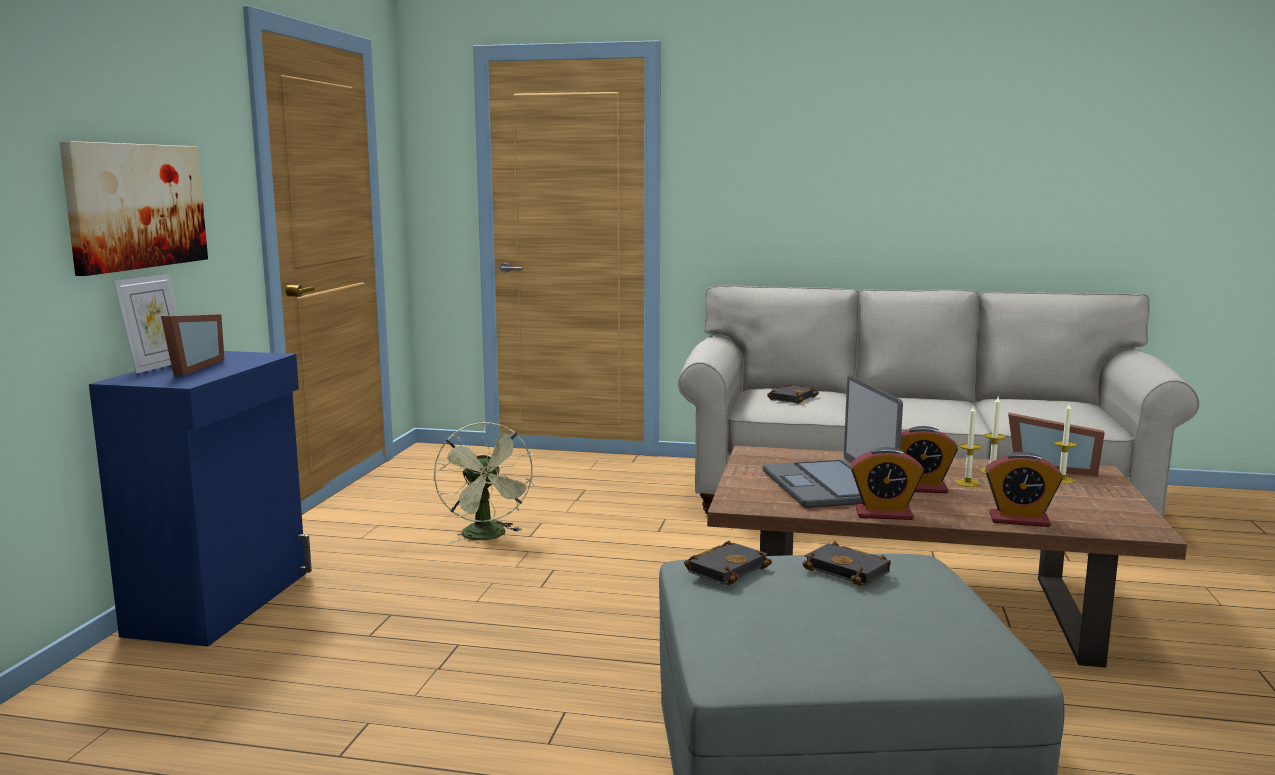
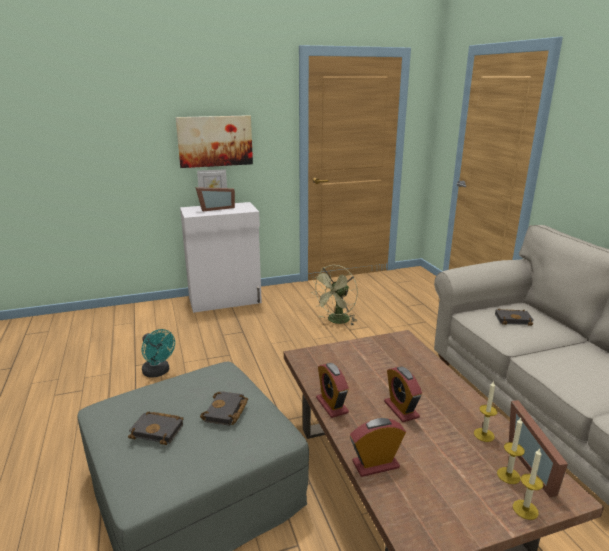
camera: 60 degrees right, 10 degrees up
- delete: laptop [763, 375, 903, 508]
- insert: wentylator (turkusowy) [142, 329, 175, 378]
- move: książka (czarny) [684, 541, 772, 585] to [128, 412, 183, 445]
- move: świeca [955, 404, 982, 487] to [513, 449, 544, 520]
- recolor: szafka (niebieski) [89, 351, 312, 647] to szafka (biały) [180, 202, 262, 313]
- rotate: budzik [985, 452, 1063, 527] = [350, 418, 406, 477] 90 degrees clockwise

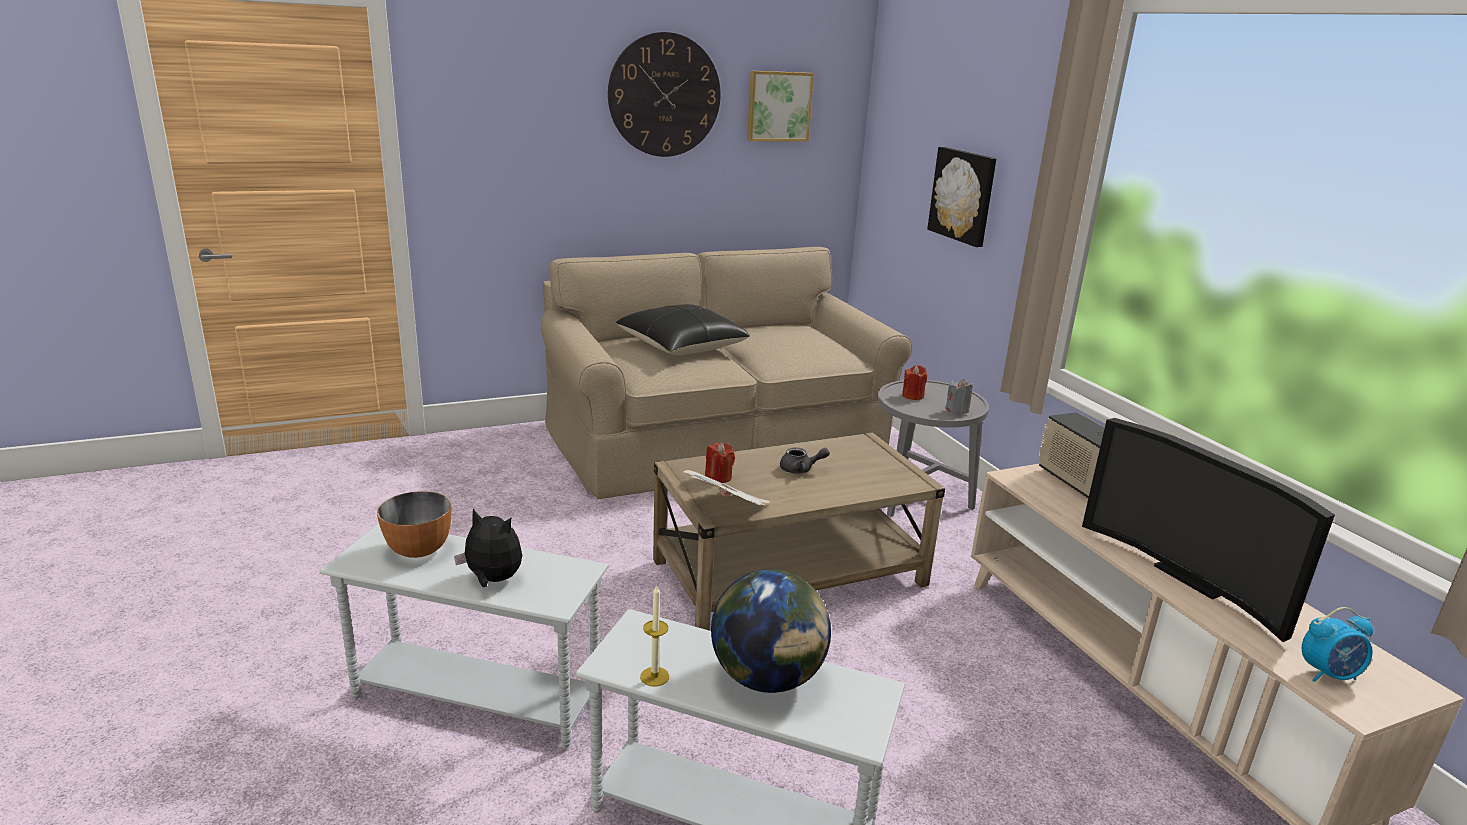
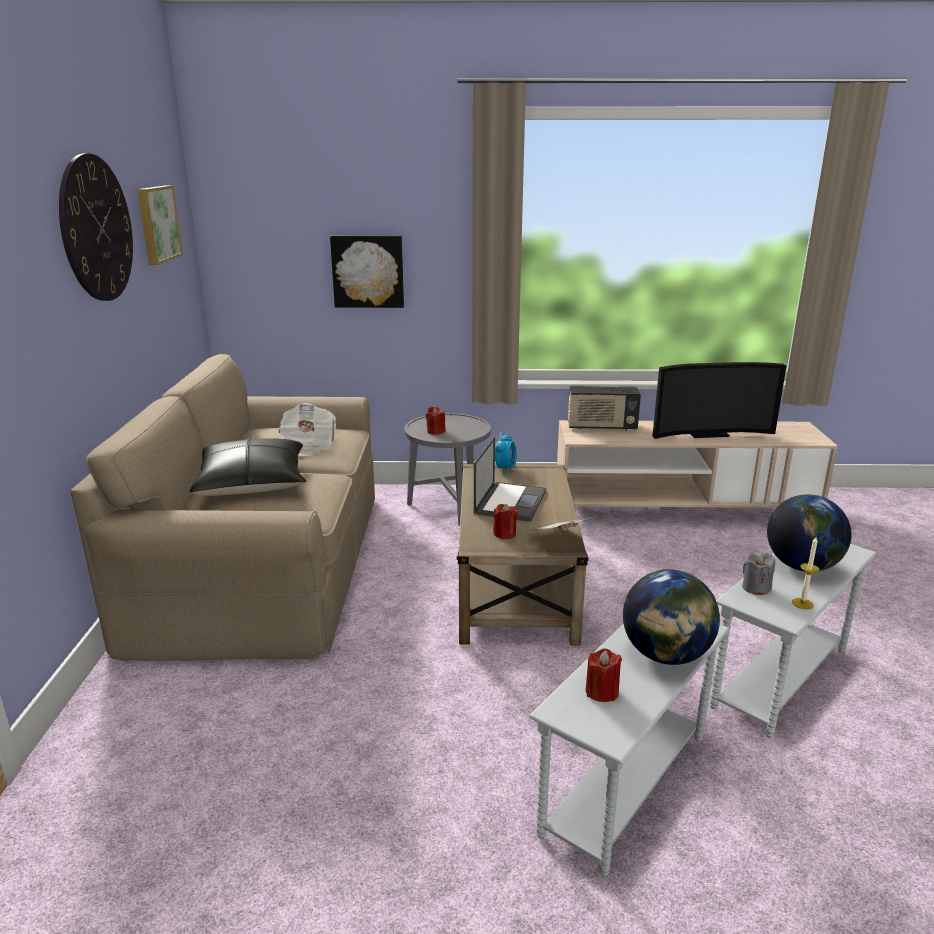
camera: 65 degrees left, 0 degrees up
- insert: gazeta [279, 403, 336, 456]
- move: świeca (szary) [945, 379, 973, 414] to [742, 553, 775, 595]
- move: budzik [1301, 607, 1373, 682] to [495, 433, 517, 474]
- replace: miska [377, 491, 452, 558] to świeca (czerwony) [586, 648, 622, 702]
- replace: pluszak [454, 509, 522, 587] to globus [623, 569, 720, 665]
- replace: imbryk (szary) [780, 447, 830, 474] to laptop [474, 437, 546, 522]

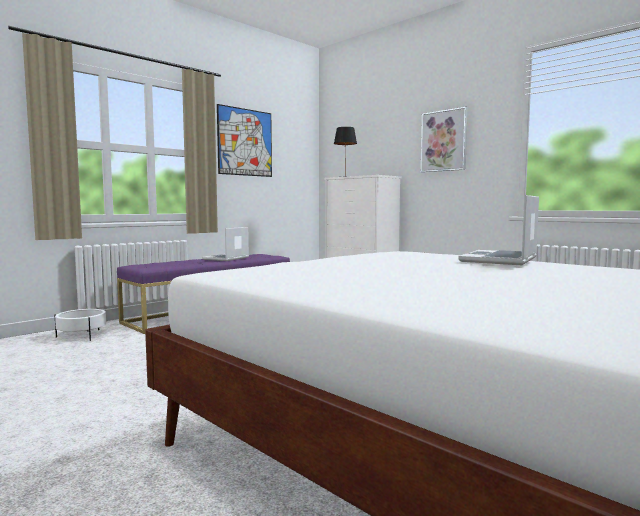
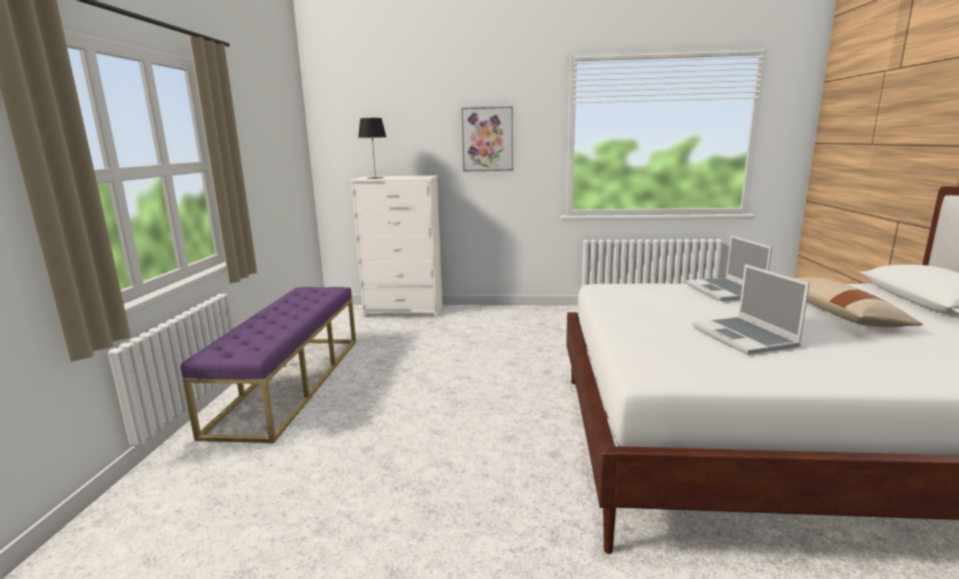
camera: 40 degrees left, 10 degrees up
- delete: donica (biały) [55, 309, 106, 341]
- delete: obraz [217, 104, 272, 177]
- insert: poduszka (beżowy) [794, 277, 923, 327]
- move: laptop [202, 227, 249, 261] to [692, 264, 810, 355]

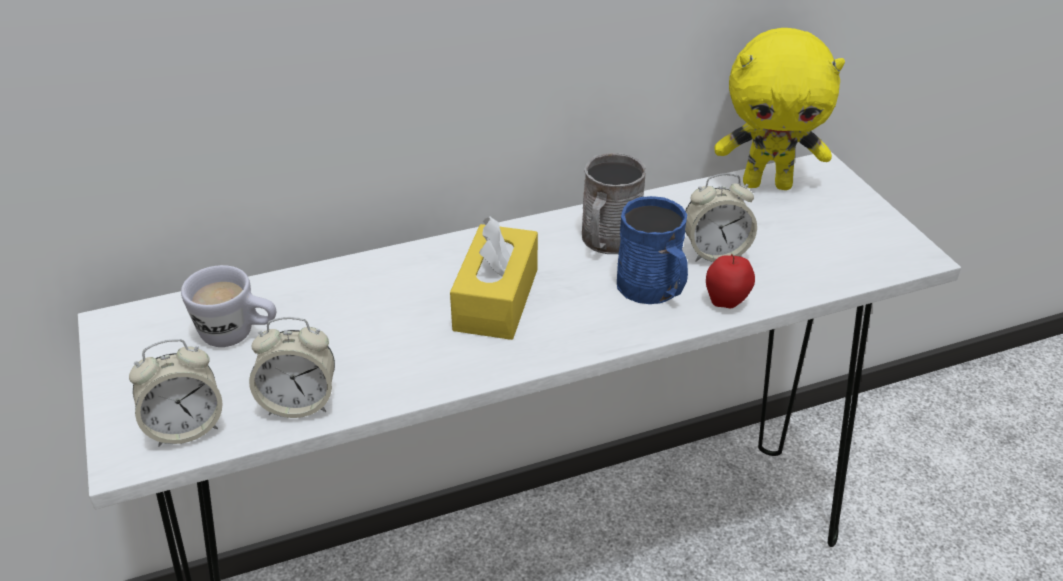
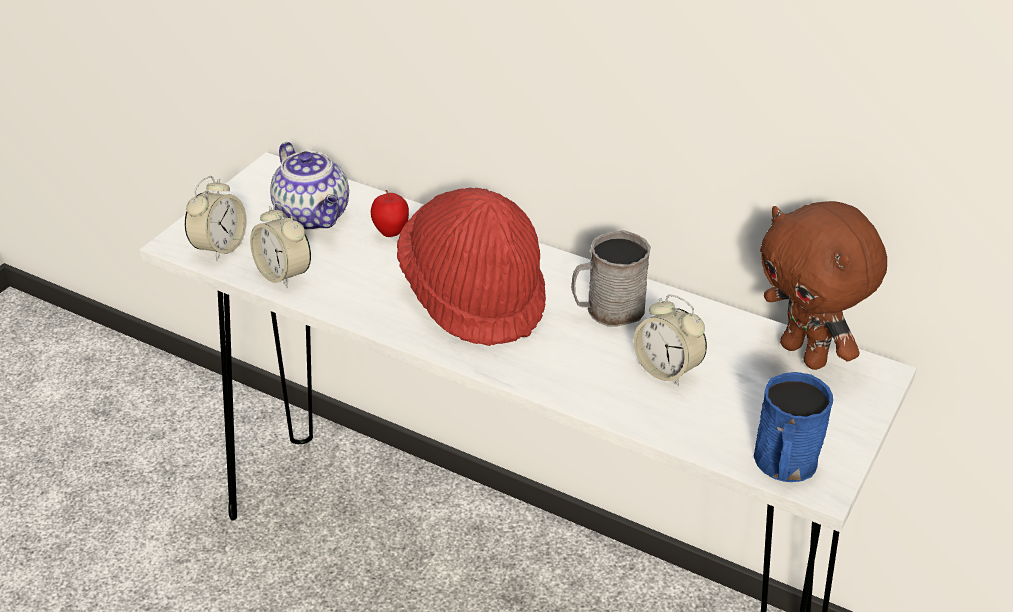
camera: 50 degrees right, 0 degrees up
- move: kubek (niebieski) [617, 196, 688, 304] to [754, 372, 833, 482]
- move: jabłko [706, 254, 755, 308] to [371, 190, 409, 237]
- replace: kubek (biały) [181, 265, 276, 347] to imbryk [270, 142, 349, 230]
- replace: pudełko chusteczek (żółty) [450, 216, 538, 340] to kapelusz (czerwony) [397, 188, 546, 346]
- recolor: pluszak (żółty) [715, 28, 845, 190] to pluszak (brązowy) [760, 201, 887, 370]
- rotate: budzik [129, 339, 223, 447] = [185, 176, 247, 261] 90 degrees counterclockwise

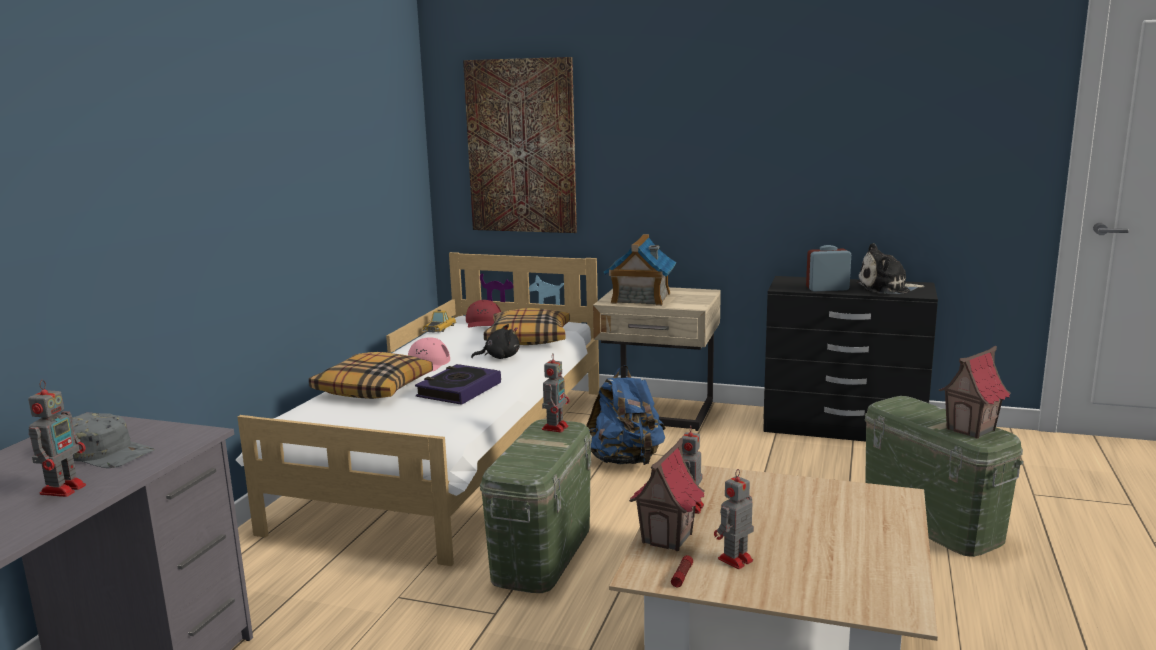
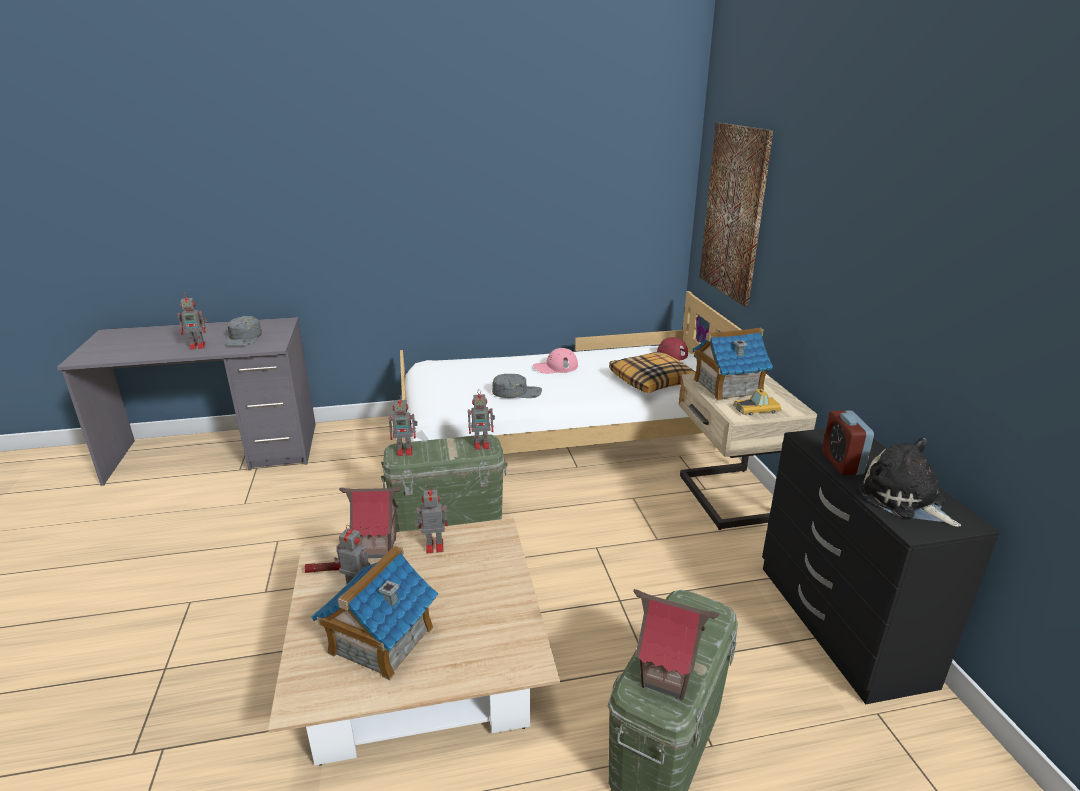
camera: 60 degrees right, 10 degrees up
- delete: poduszka [309, 352, 433, 399]
- delete: pluszak (czarny) [471, 324, 520, 359]
- delete: plecak (niebieski) [586, 365, 665, 465]
- insert: domek [311, 545, 438, 680]
- insert: robot zabawkowy [388, 395, 418, 456]
- move: samochodzik [422, 310, 457, 332] to [733, 389, 782, 416]
- replace: książka [415, 364, 501, 405] to czapka z daszkiem (szary) [492, 374, 542, 398]
- rotate: budzik [806, 245, 851, 292] = [822, 411, 874, 475] 150 degrees counterclockwise

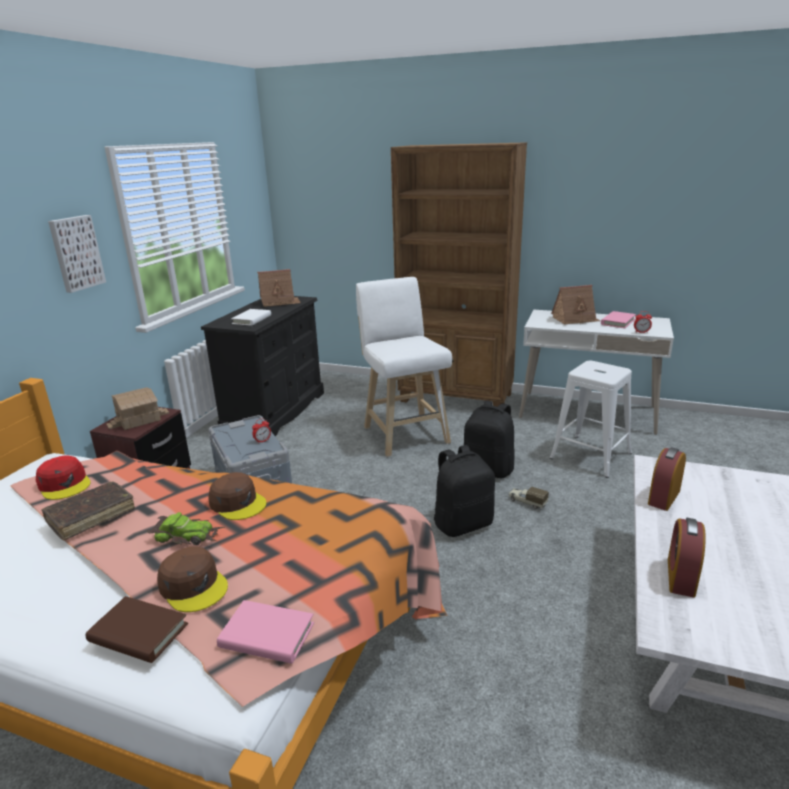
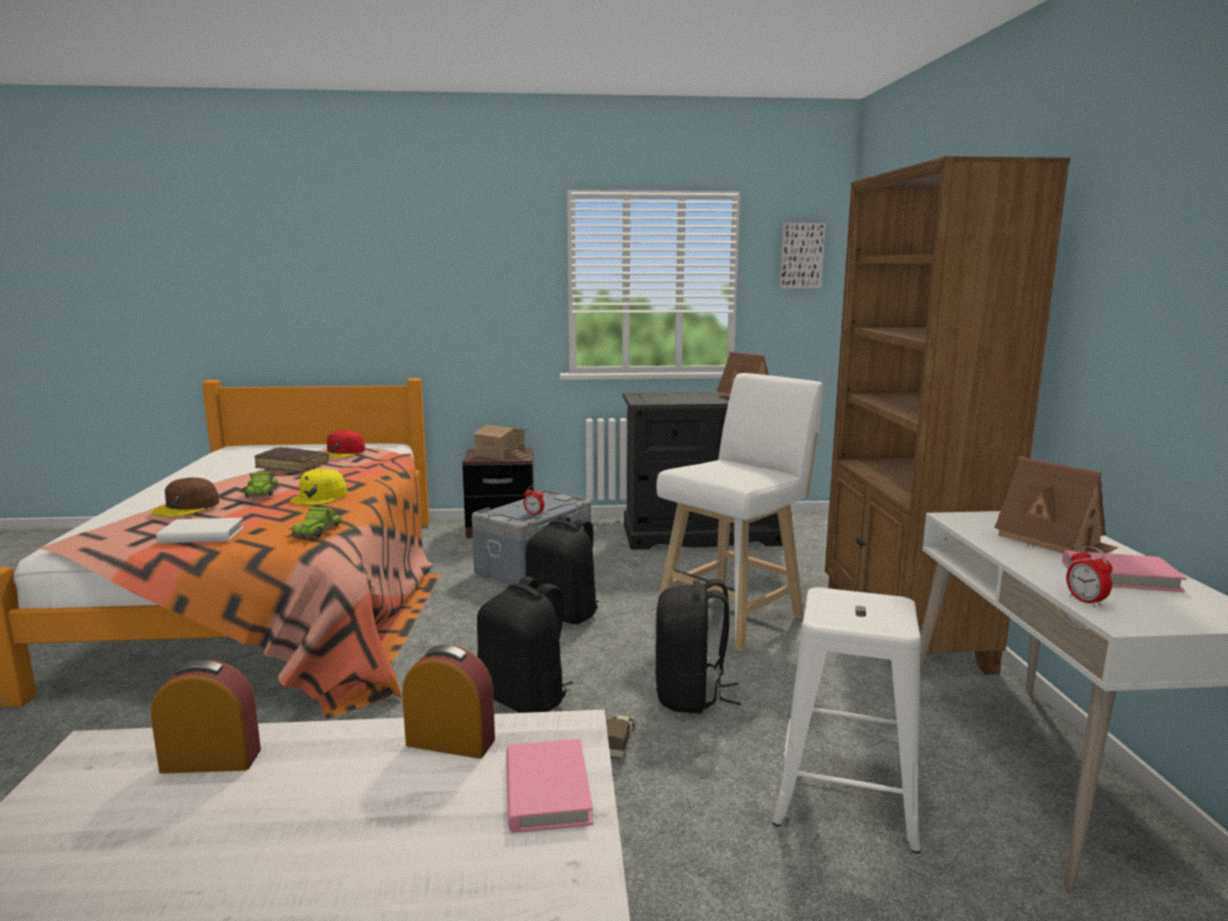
camera: 65 degrees right, 10 degrees down
- delete: książka (brązowy) [86, 596, 188, 663]
- insert: samochodzik [285, 507, 344, 539]
- insert: plecak (czarny) [525, 516, 599, 624]
- move: obraz [48, 215, 106, 293] to [779, 223, 825, 288]
- move: książka (różowy) [217, 600, 314, 664] to [506, 739, 593, 833]
- move: książka (biały) [231, 309, 271, 326] to [156, 518, 244, 543]
- recolor: czapka z daszkiem (brązowy) [208, 472, 266, 520] to czapka z daszkiem (żółty) [290, 469, 347, 505]

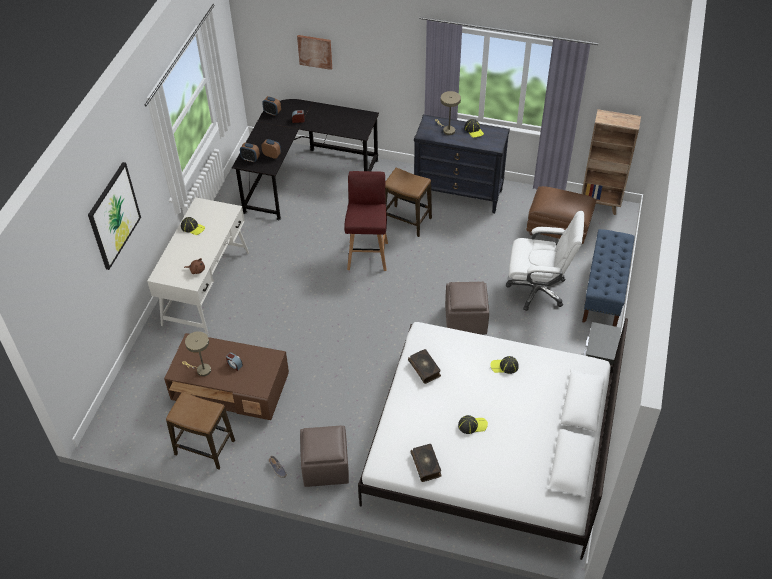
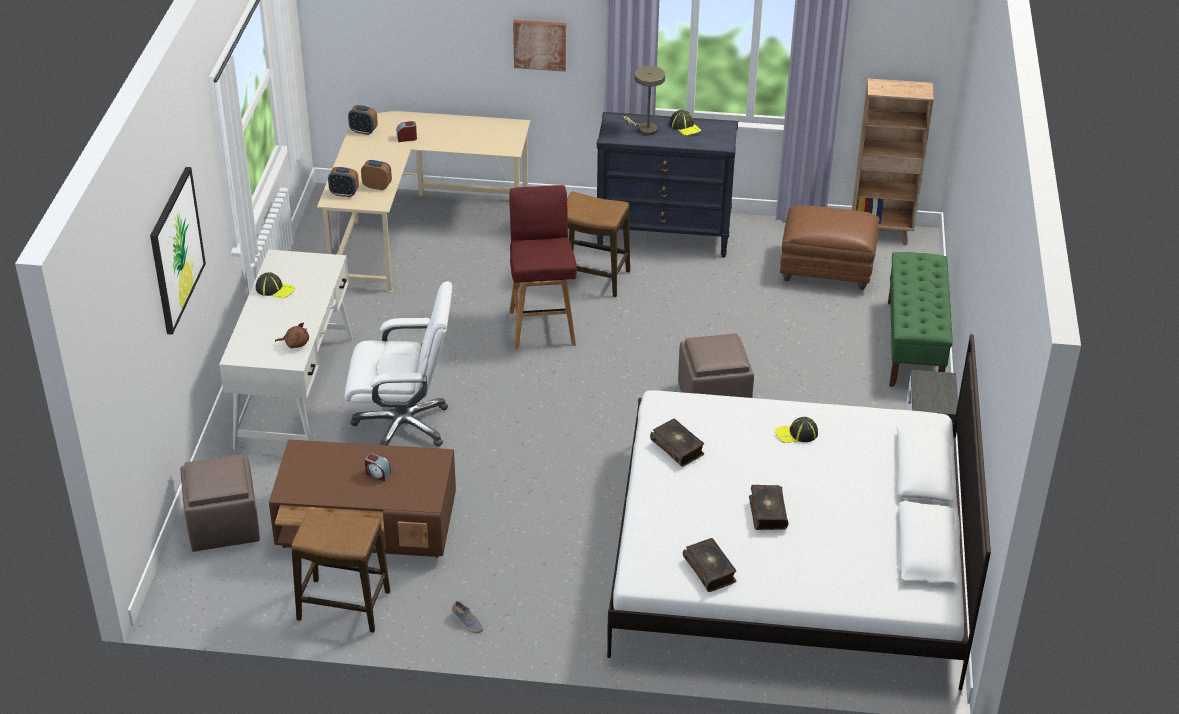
camera: 10 degrees left, 10 degrees down
- delete: lampa stołowa (beżowy) [182, 331, 211, 376]
- move: obraz [297, 35, 332, 70] to [513, 20, 566, 72]
- move: pufa (brązowy) [300, 425, 349, 487] to [180, 454, 260, 552]
- move: krzesło biurowe (biały) [506, 211, 584, 311] to [345, 281, 452, 447]
- replace: czapka z daszkiem [458, 415, 488, 434] to książka [749, 485, 788, 530]
- recolor: biurko (czarny) [232, 99, 379, 220] to biurko (beżowy) [317, 111, 530, 293]
- recolor: ławka (niebieski) [582, 229, 635, 327] to ławka (zielony) [888, 252, 953, 387]

